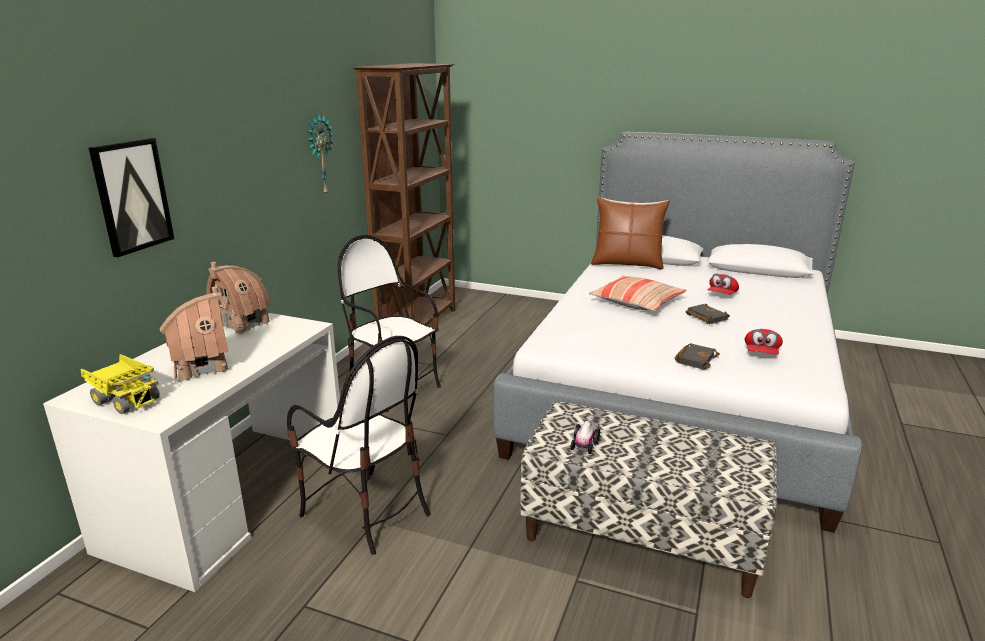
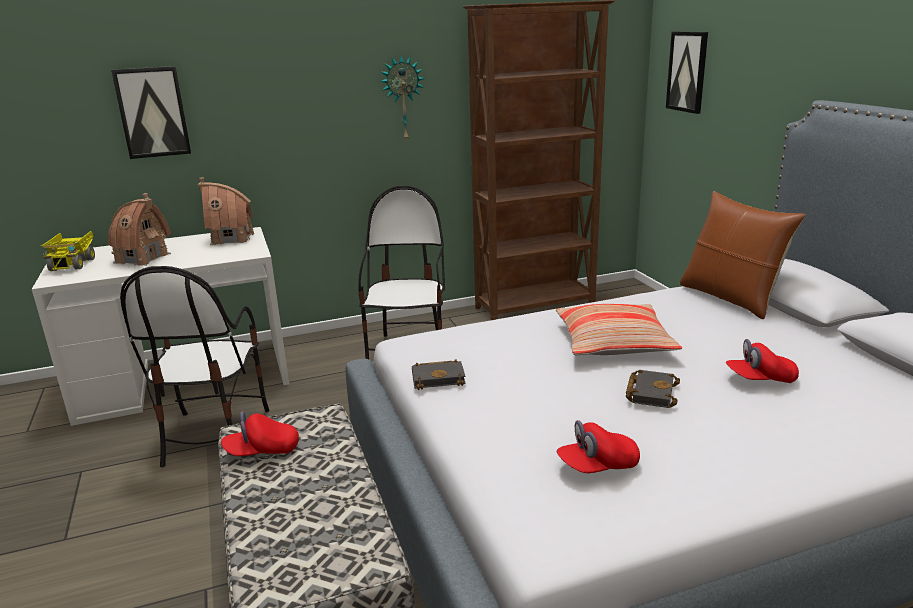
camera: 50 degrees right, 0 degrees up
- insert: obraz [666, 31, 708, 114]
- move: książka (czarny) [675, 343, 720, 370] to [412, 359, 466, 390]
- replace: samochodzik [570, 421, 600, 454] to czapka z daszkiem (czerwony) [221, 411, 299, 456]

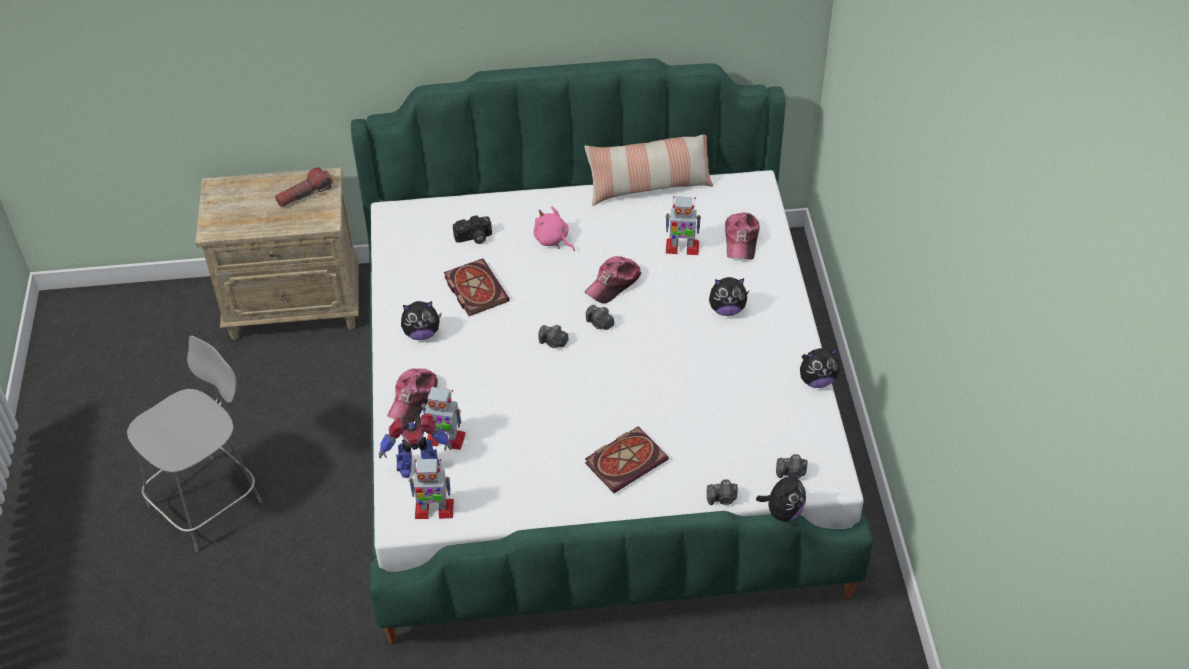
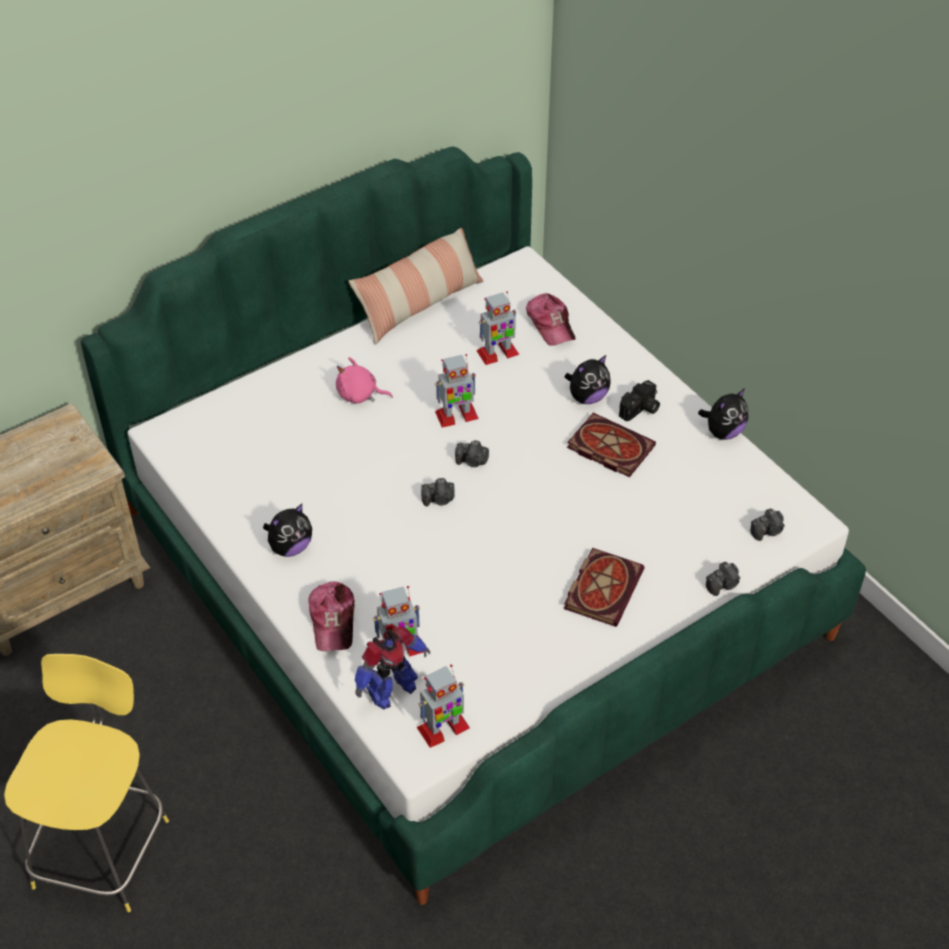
camera: 30 degrees left, 0 degrees up
- delete: latarka [275, 167, 333, 207]
- delete: pluszak [756, 471, 806, 521]
- move: książka [444, 258, 510, 316] to [567, 413, 656, 478]
- move: aparat fotograficzny [453, 215, 492, 244] to [619, 380, 660, 421]
- replace: czapka z daszkiem [585, 256, 641, 303] to robot zabawkowy [435, 354, 479, 428]
- recolor: stołek (szary) [127, 336, 262, 552] to stołek (żółty) [4, 654, 169, 912]

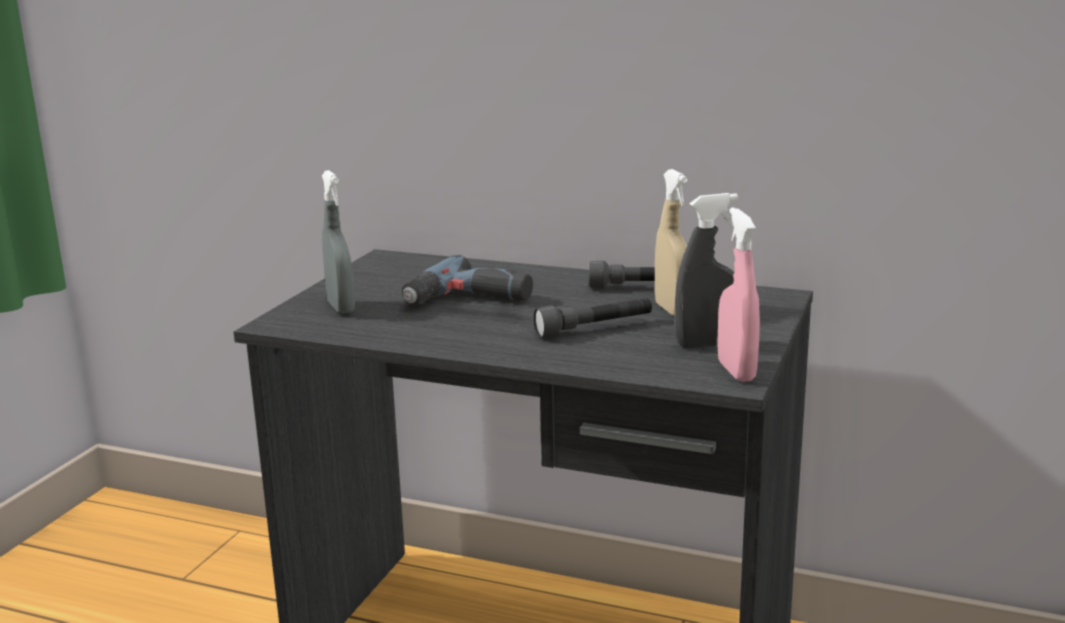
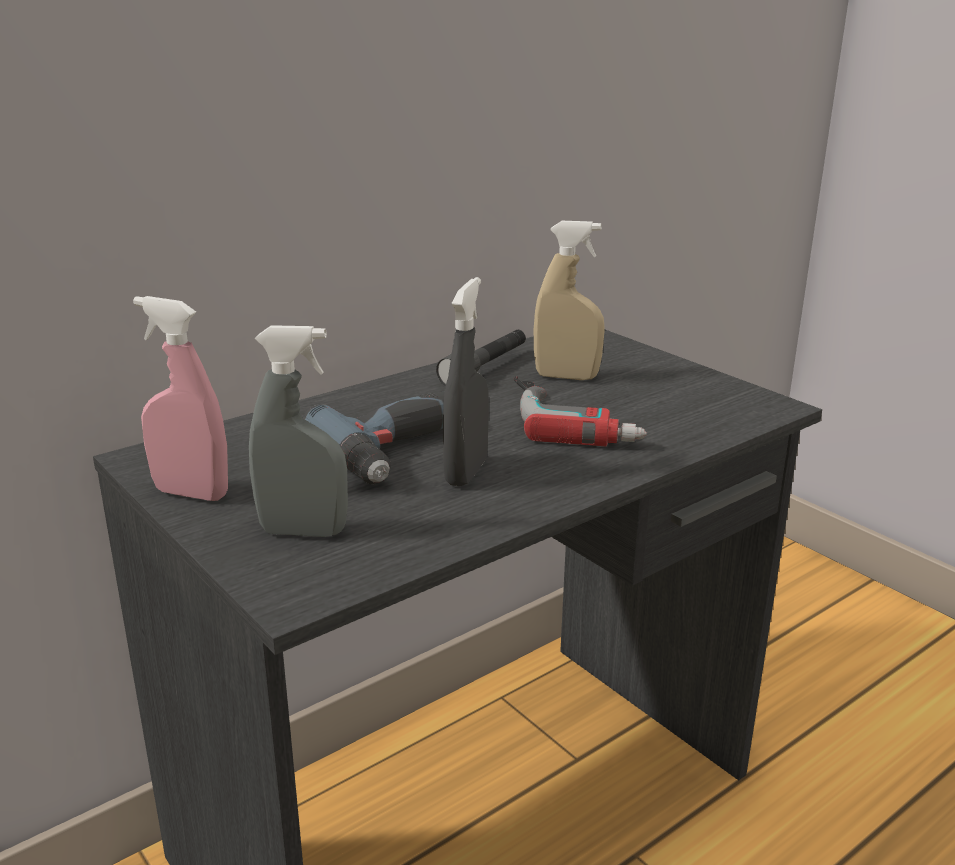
camera: 60 degrees left, 5 degrees up
- move: spryskiwacz (szary) [675, 193, 738, 348] to [443, 277, 489, 487]
- move: spryskiwacz (różowy) [717, 207, 760, 382] to [133, 296, 228, 501]
- replace: latarka (szary) [534, 298, 652, 338] to wiertarka [514, 376, 647, 446]

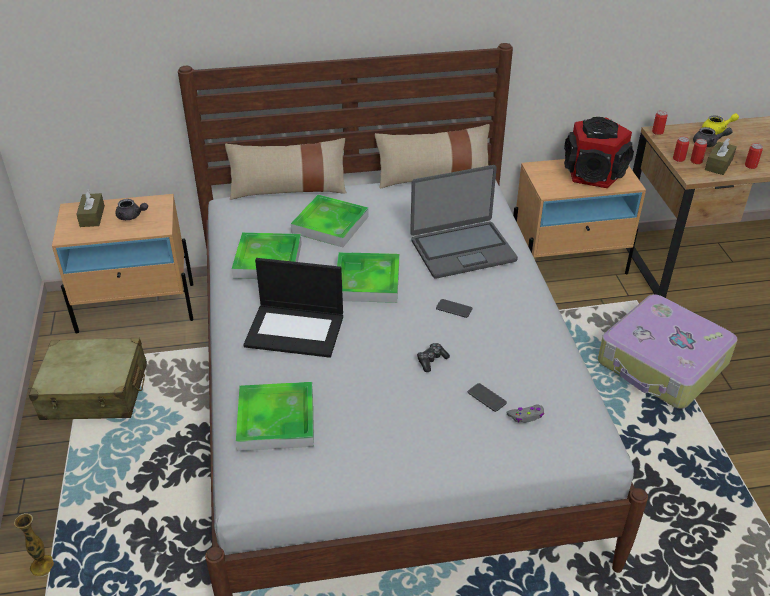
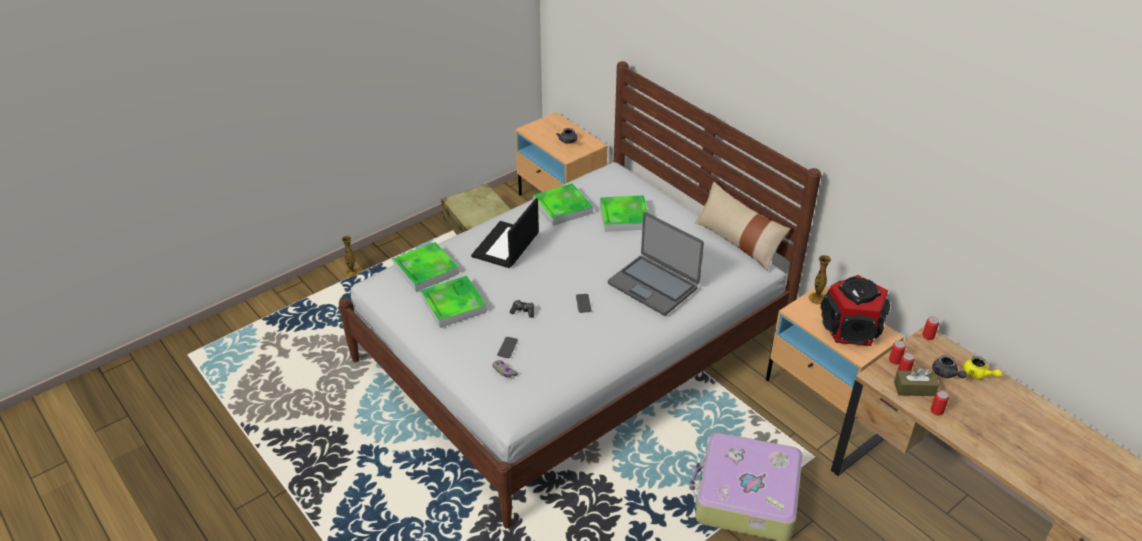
camera: 60 degrees right, 0 degrees up
- delete: pudełko chusteczek (brązowy) [76, 189, 105, 227]
- delete: poduszka (beżowy) [225, 138, 347, 200]
- insert: wazon [809, 255, 831, 305]
- move: taca [337, 252, 399, 303] to [421, 275, 487, 328]
- rotate: laptop [243, 258, 343, 358] = [471, 198, 539, 268] 45 degrees clockwise

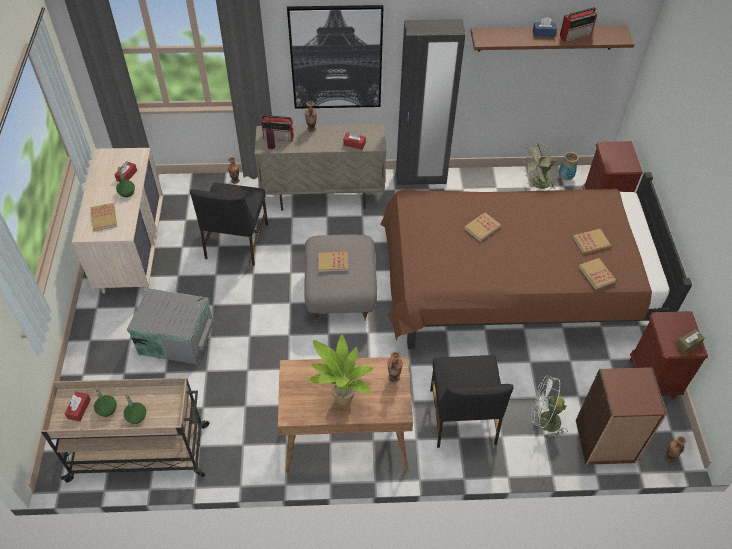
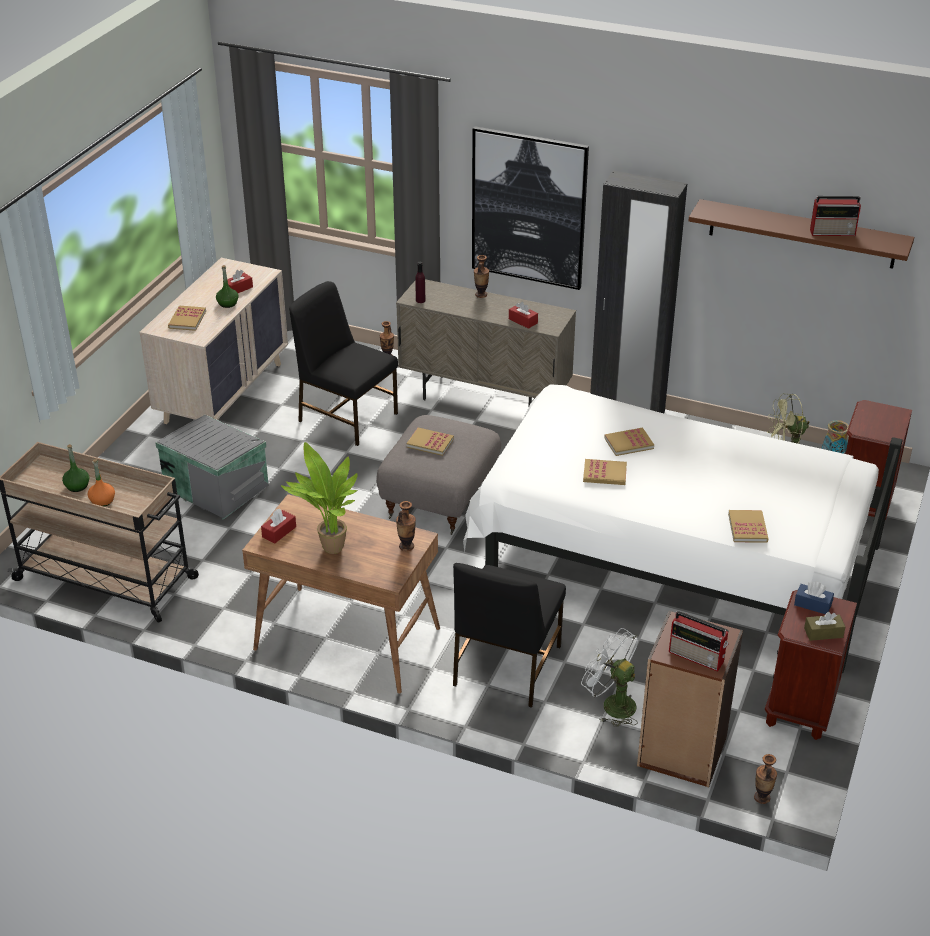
camera: 25 degrees right, 15 degrees down
- move: pudełko chusteczek (czerwony) [65, 392, 91, 421] to [261, 509, 296, 543]
- move: radio [261, 115, 294, 141] to [669, 611, 729, 672]
- move: pudełko chusteczek (niebieski) [533, 17, 557, 37] to [794, 582, 834, 614]
- move: książka [573, 229, 611, 254] to [583, 459, 627, 485]
- recolor: butelka (zielony) [124, 394, 146, 424] to butelka (pomarańczowy) [88, 459, 115, 507]
- recolor: łóżko (brązowy) [380, 172, 692, 349] to łóżko (biały) [463, 384, 903, 674]
- rotate: krzesło (czarny) [190, 183, 268, 266] = [289, 281, 398, 446] 90 degrees clockwise

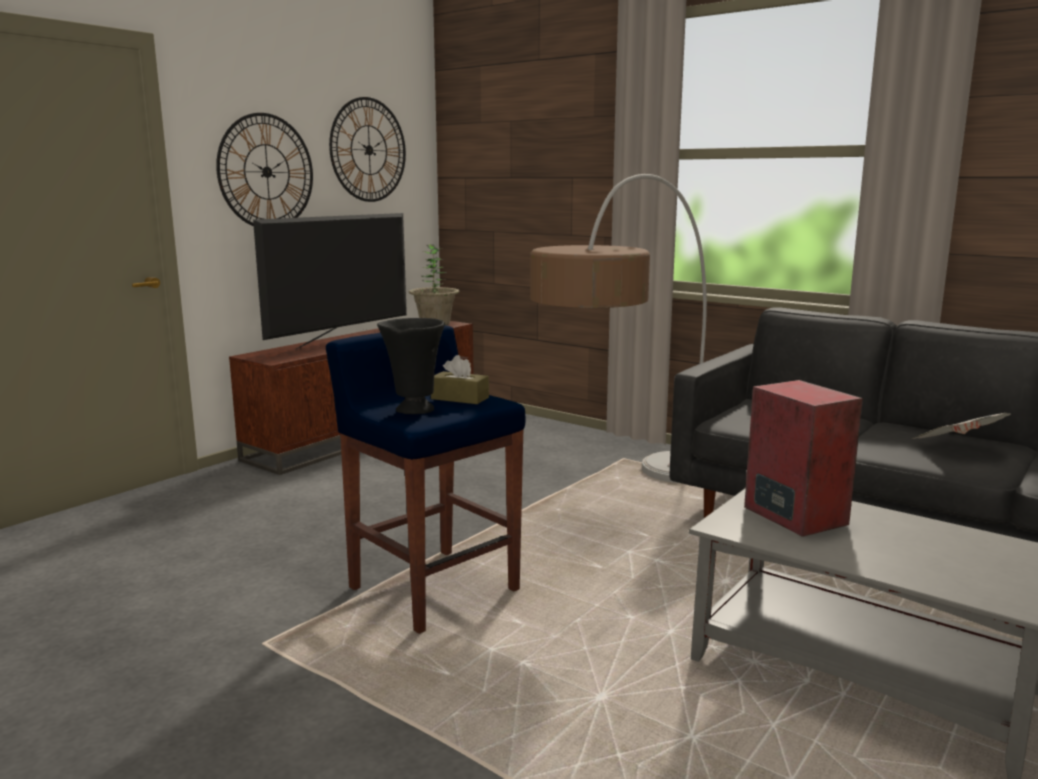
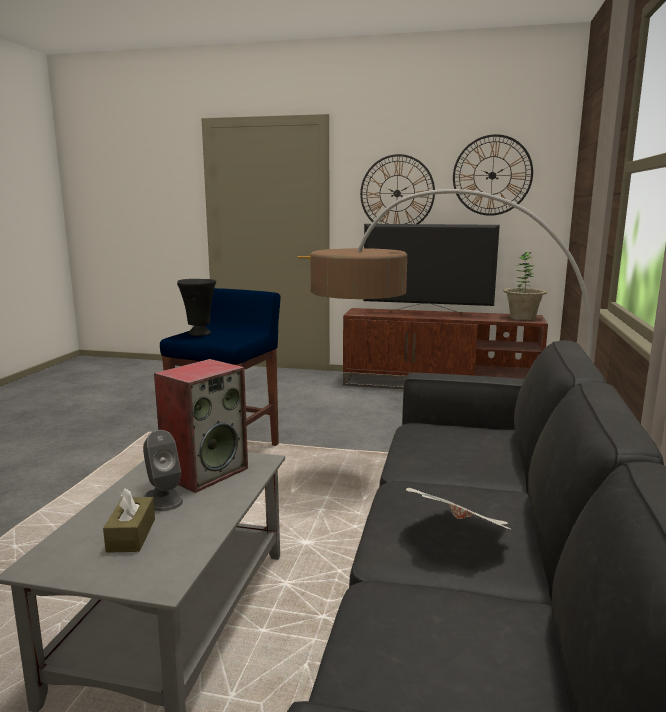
camera: 65 degrees right, 0 degrees up
- insert: głośnik (szary) [143, 430, 183, 512]
- move: pudełko chusteczek (brązowy) [431, 355, 489, 404] to [103, 487, 155, 553]

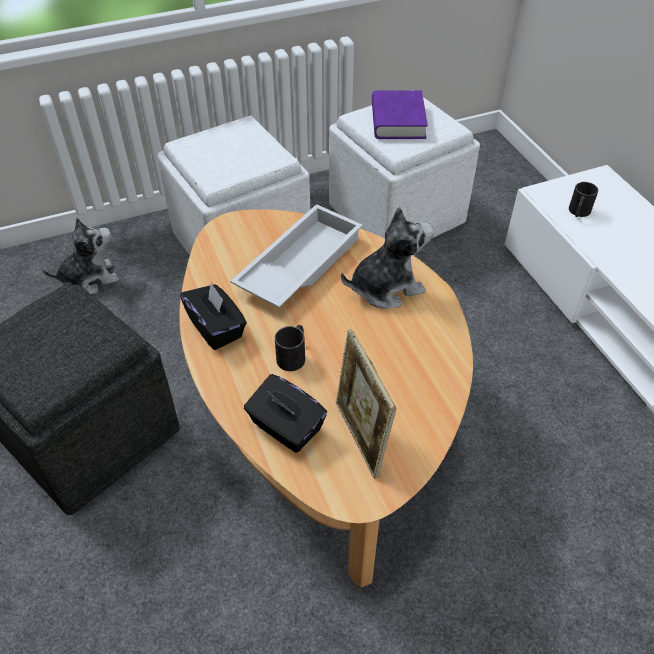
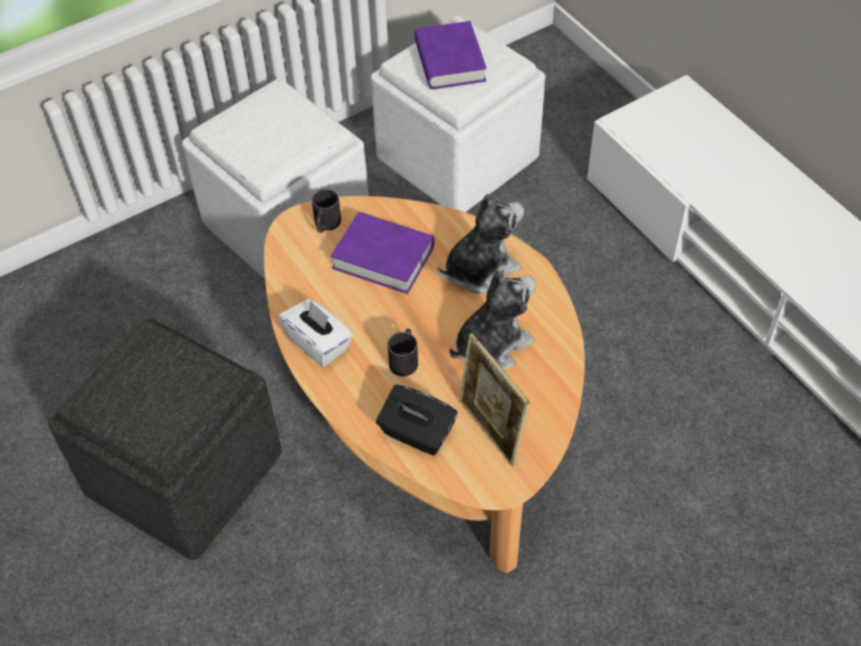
camera: 10 degrees left, 5 degrees up
- move: pluszak [43, 217, 119, 294] to [449, 270, 536, 370]
- move: kubek (czarny) [569, 182, 598, 217] to [312, 189, 341, 233]
- replace: taca (biały) [230, 204, 363, 308] to książka (fioletowy) [331, 212, 434, 294]
- recolor: pudełko chusteczek (czarny) [180, 282, 247, 350] to pudełko chusteczek (biały) [278, 299, 353, 367]

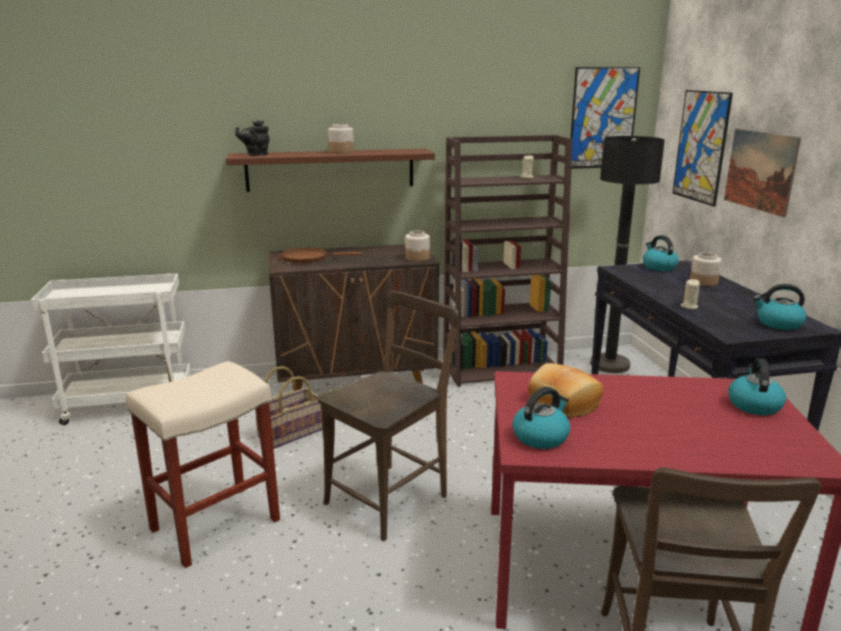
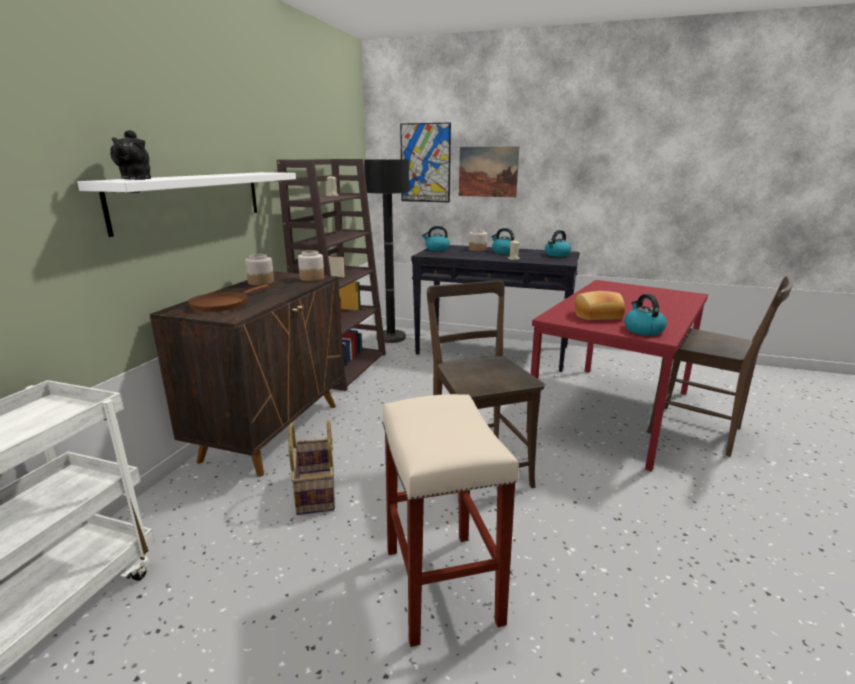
camera: 60 degrees left, 0 degrees up
- delete: obraz [570, 67, 640, 169]
- move: słoik [328, 124, 354, 154] to [245, 254, 274, 285]
- move: czajnik [728, 358, 786, 415] to [491, 228, 514, 254]
- recolor: półka (brązowy) [226, 149, 435, 192] to półka (biały) [77, 172, 296, 237]

